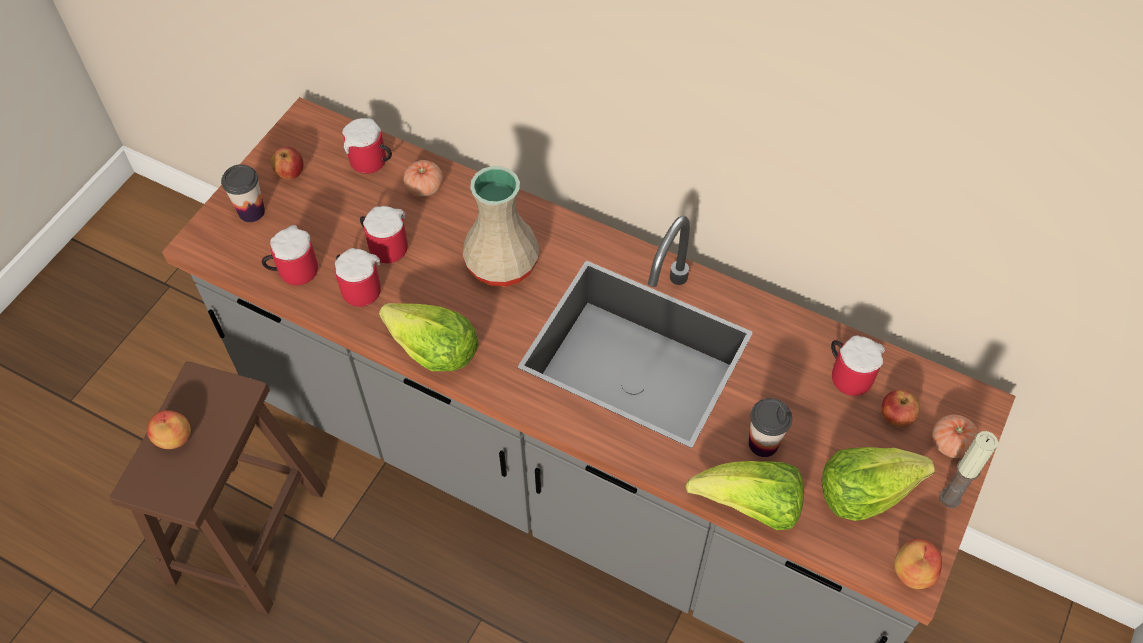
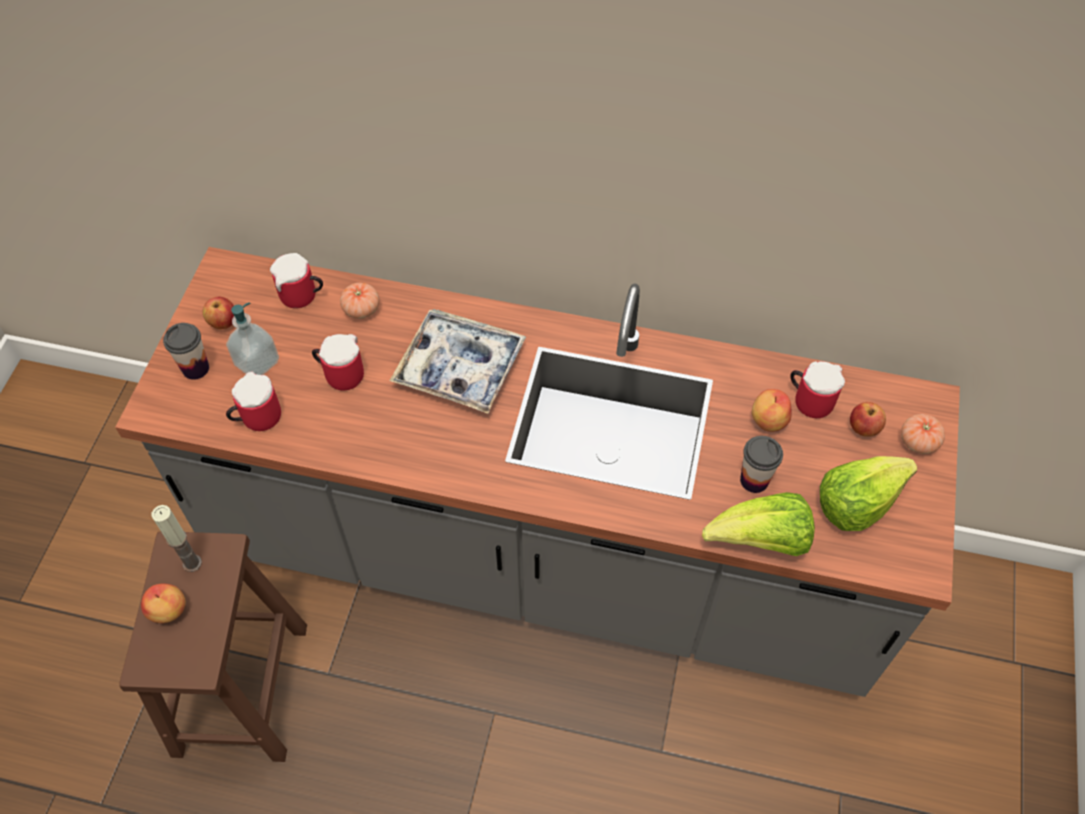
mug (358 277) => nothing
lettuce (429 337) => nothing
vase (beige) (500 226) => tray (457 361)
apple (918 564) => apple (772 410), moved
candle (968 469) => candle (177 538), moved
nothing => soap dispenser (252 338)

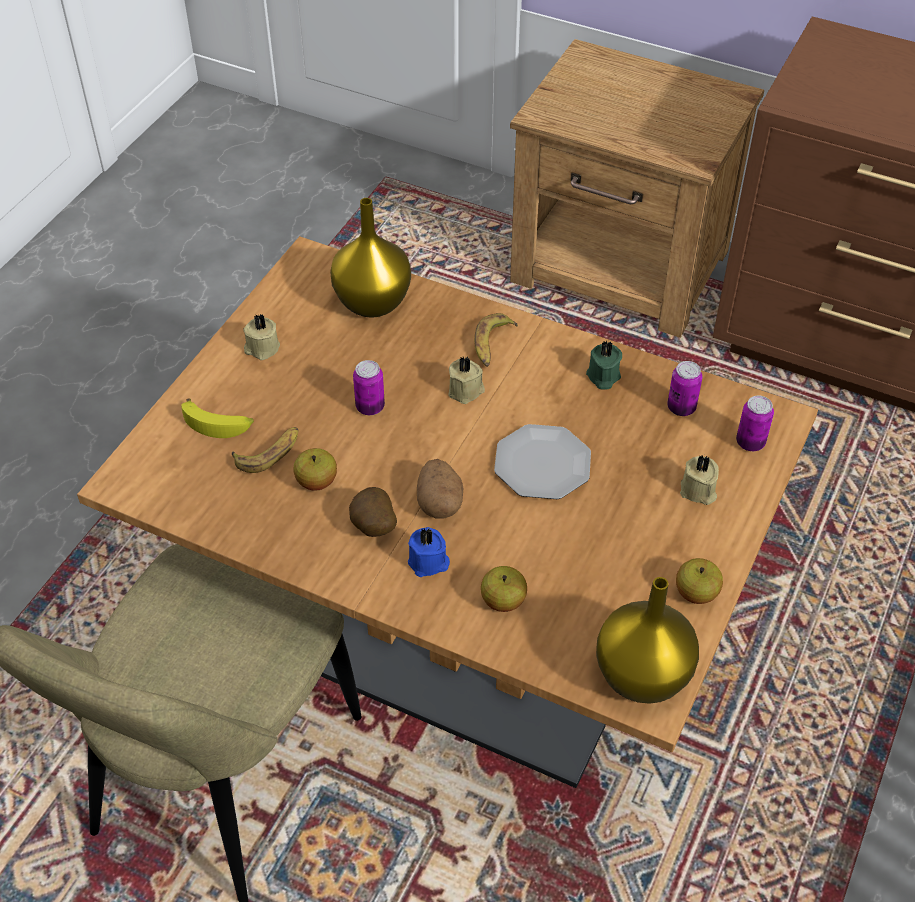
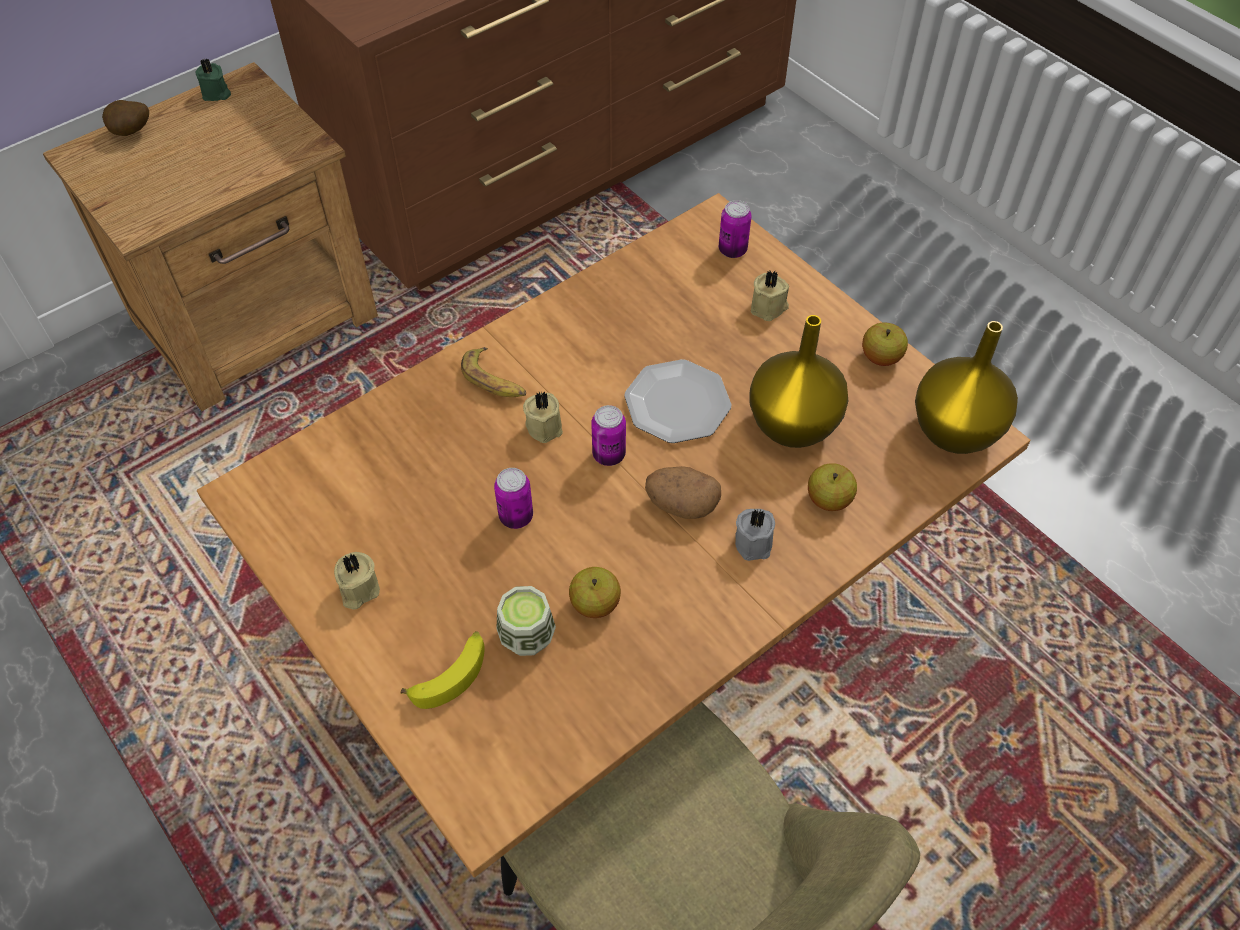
banana (265 450) => cup (526 621)
vase (yellow) (370 258) => vase (yellow) (798 381), moved
potato (373 512) => potato (125 118), moved
candle (blue) (429 552) => candle (grey) (755 535)
candle (green) (604 365) => candle (green) (213 79), moved
can (684 388) => can (608 435), moved

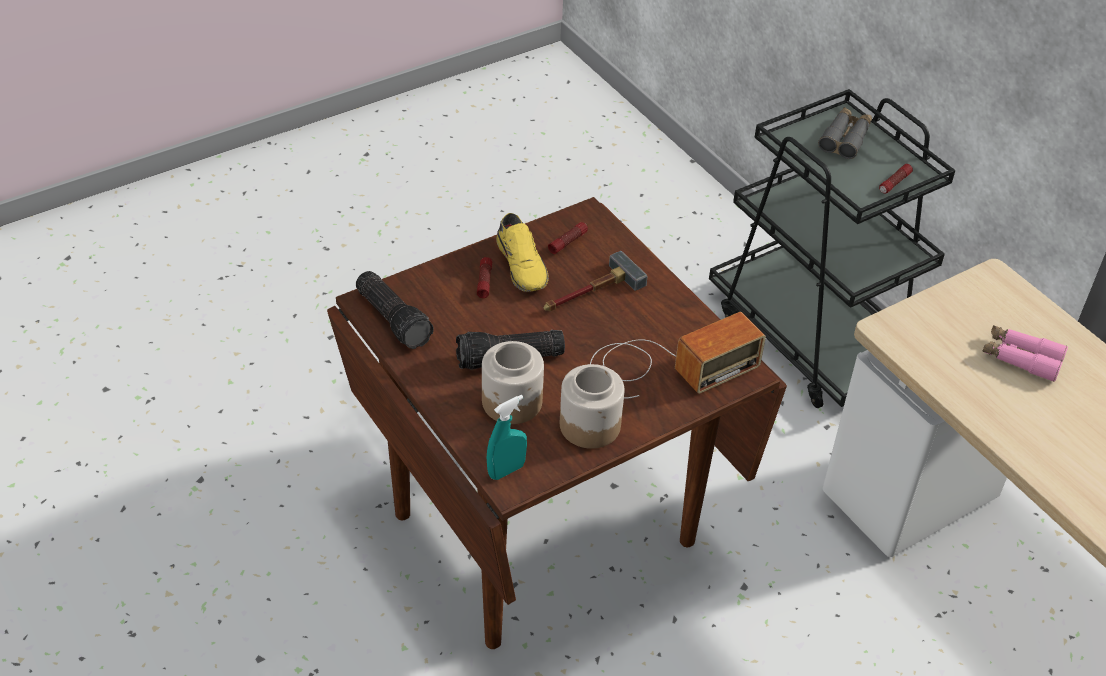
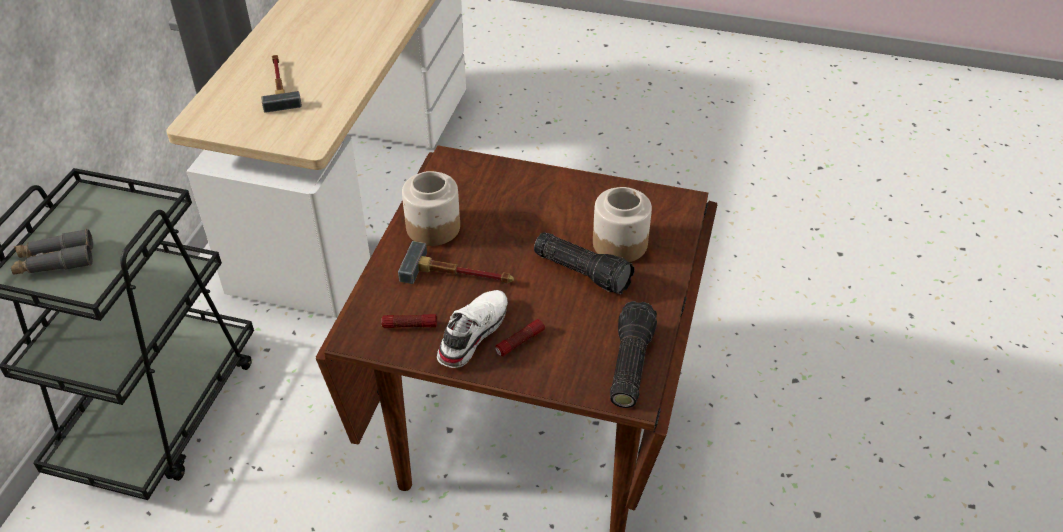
spray bottle (turquoise) (507 437) => nothing
shoe (yellow) (522 252) => shoe (white) (472 329)
jar (592 406) => jar (431 208), moved
radio (678 355) => nothing
flashlight (896 179) => nothing
binoculars (pink) (1025 353) => hammer (281 84)

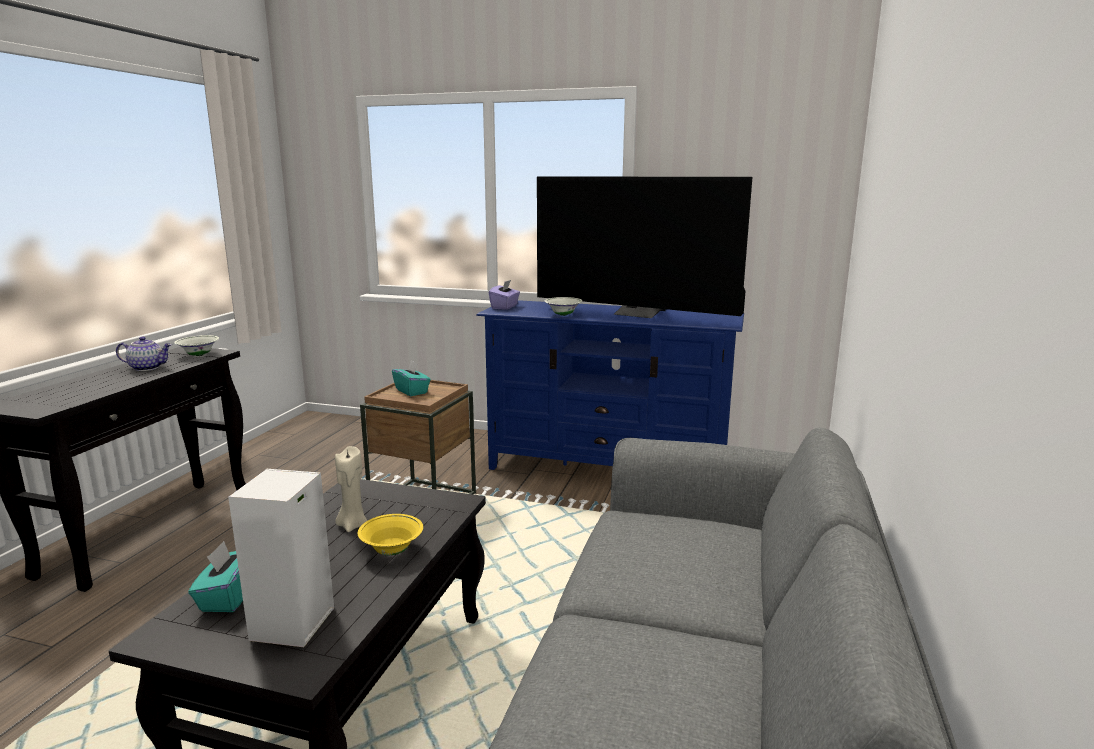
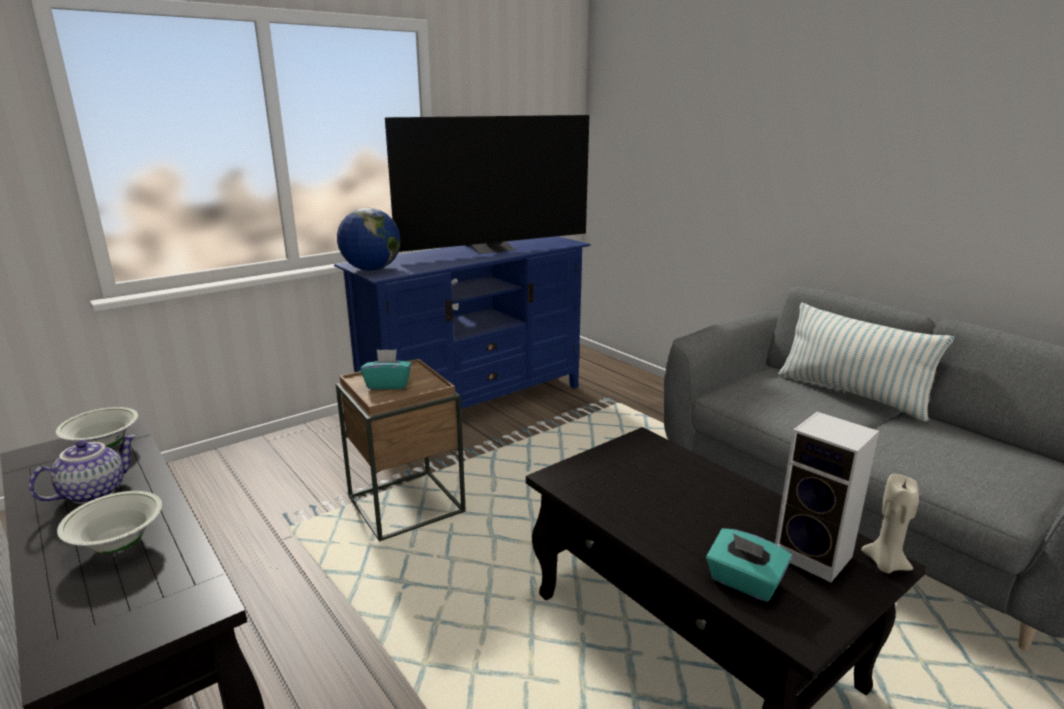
candle (beige) (351 489) => candle (beige) (890 523), moved
bowl (yellow) (390 534) => nothing
tissue box (purple) (504 295) => globe (368 239)
bowl (white) (563 306) => bowl (white) (109 522), moved
nothing => pillow (866 362)

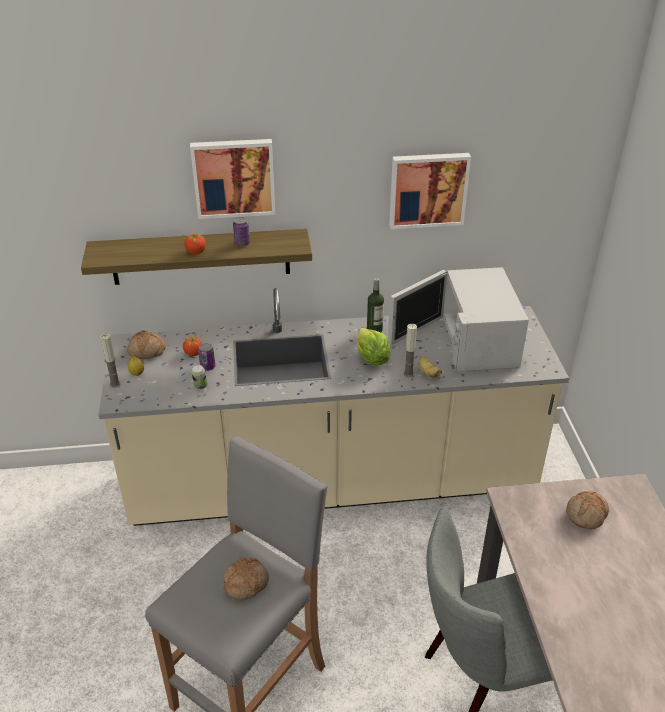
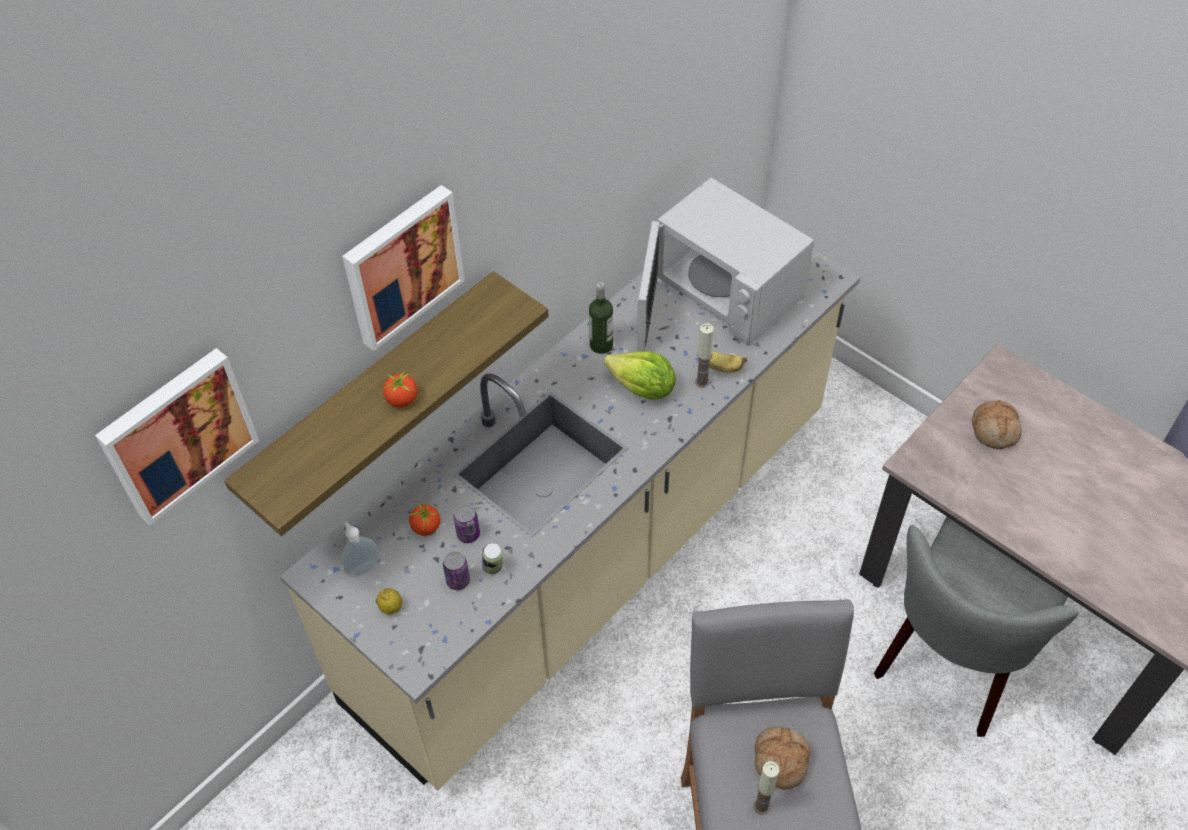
candle (110 360) => candle (766 788), moved
bread (146 344) => soap dispenser (360 549)
can (241 231) => can (456 570), moved
picture (430 191) => picture (177 436), moved

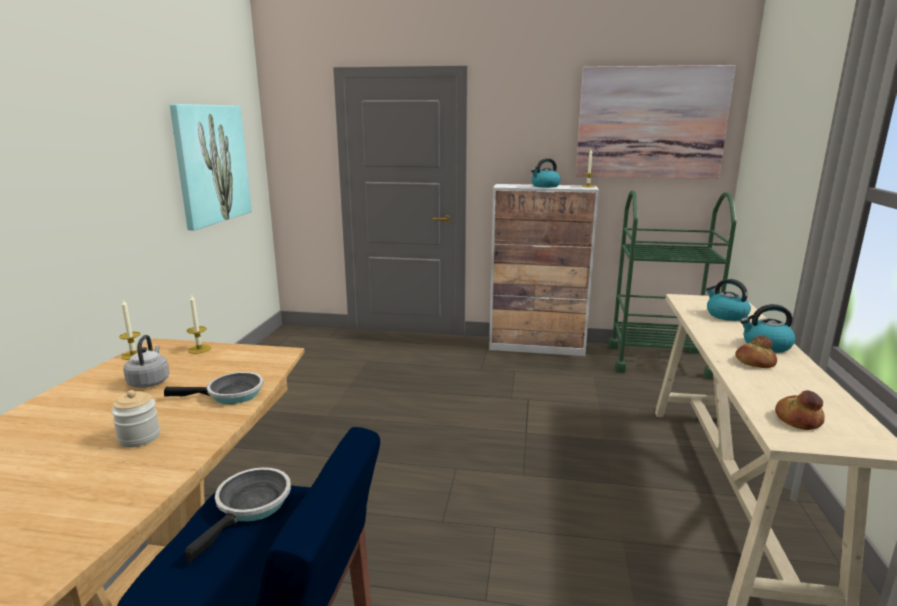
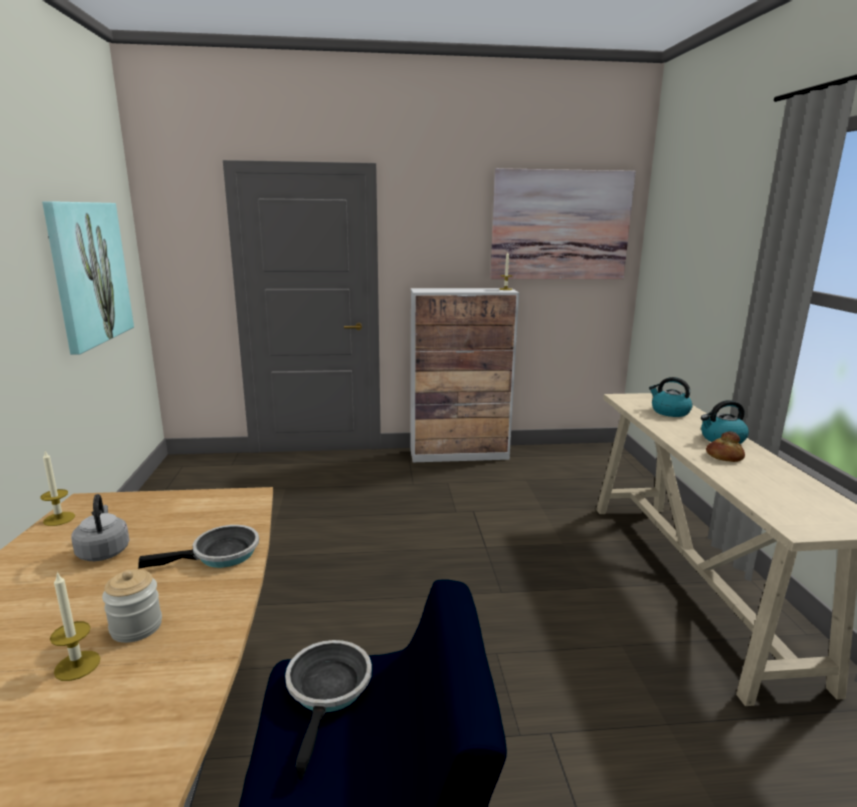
candle (199 324) => candle (75 626), moved
kettle (546 173) => nothing
cart (green) (672 284) => nothing
bread (800 410) => nothing

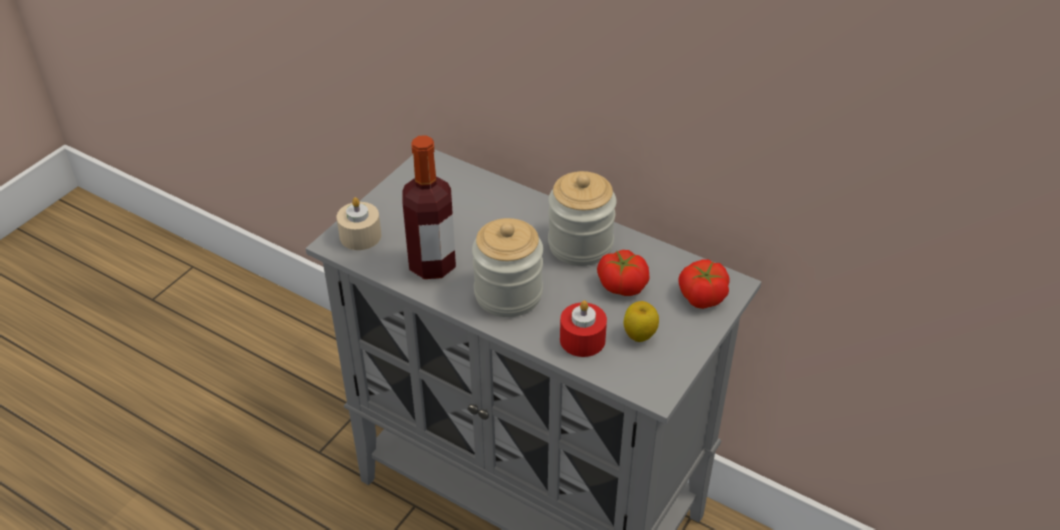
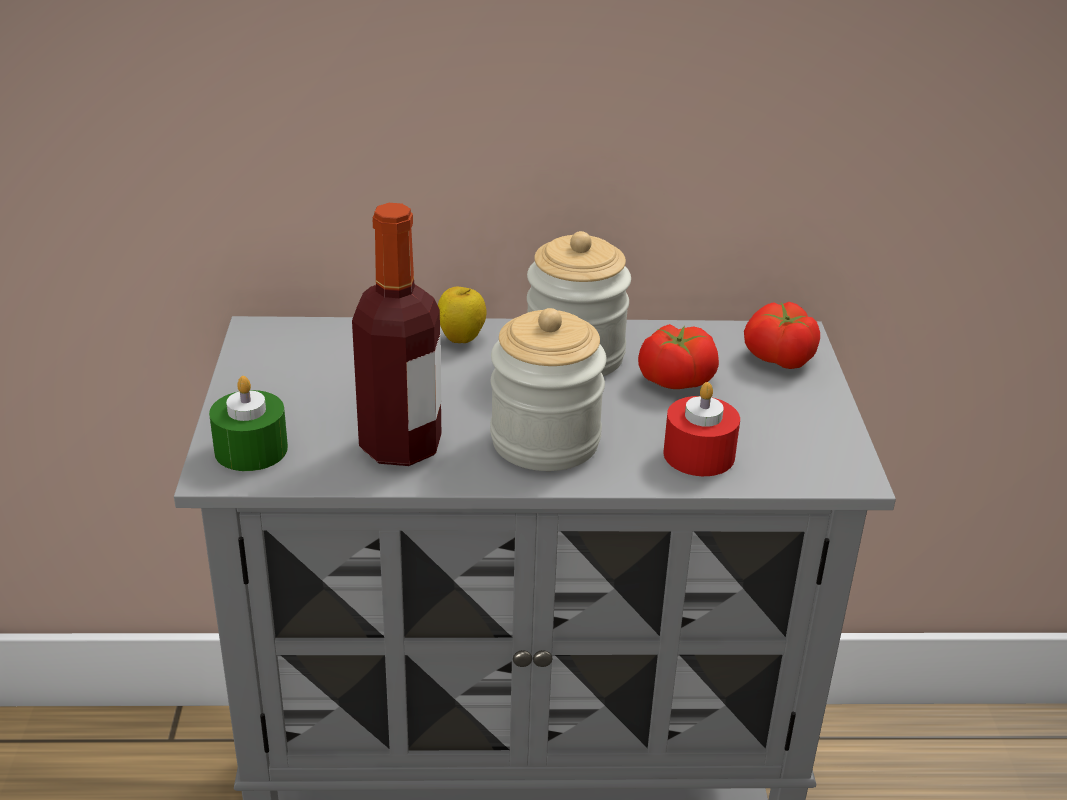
candle (beige) (359 223) => candle (green) (248 423)
apple (641 321) => apple (462 314), moved

